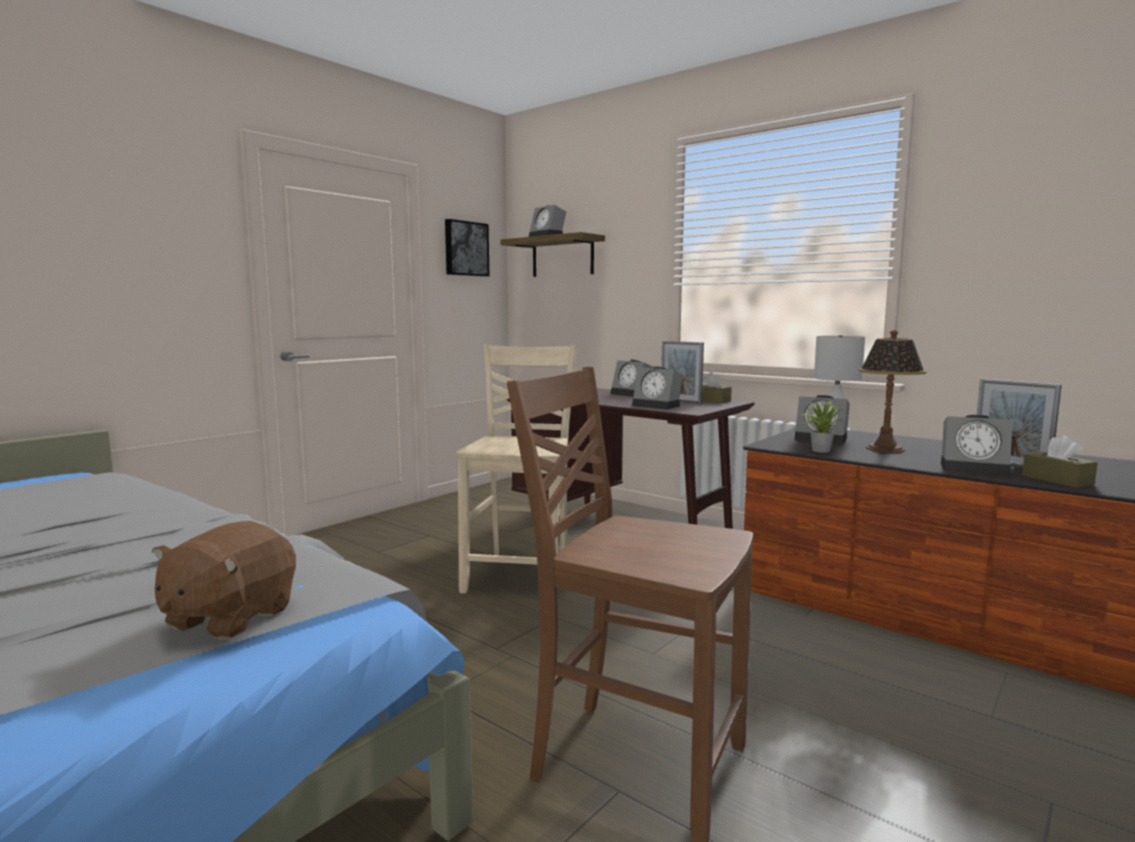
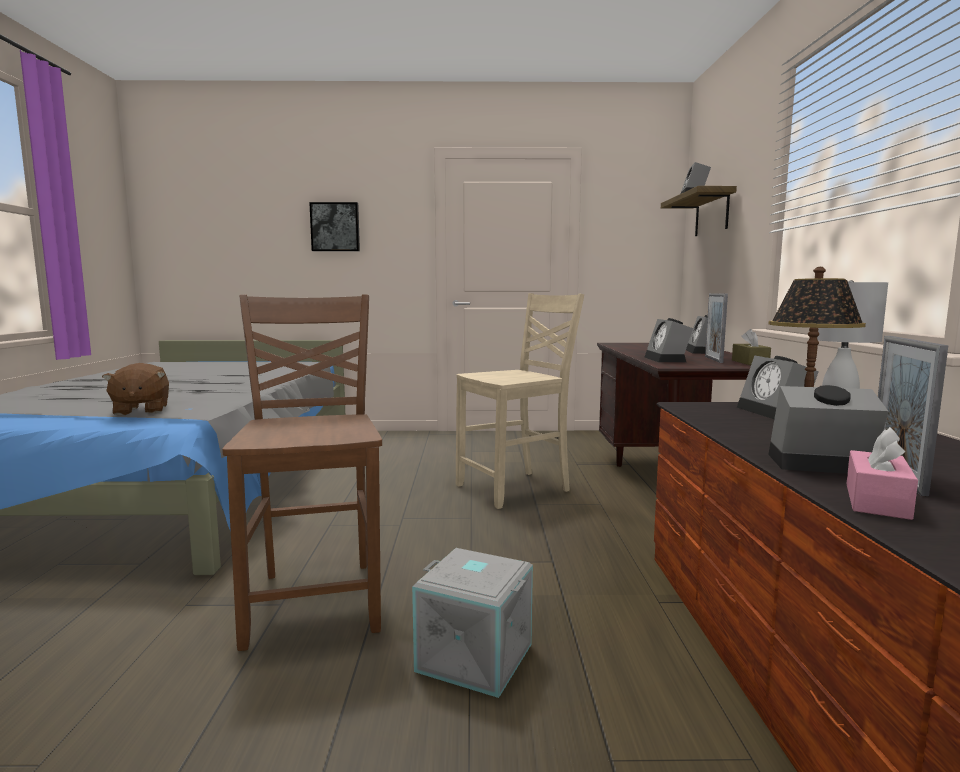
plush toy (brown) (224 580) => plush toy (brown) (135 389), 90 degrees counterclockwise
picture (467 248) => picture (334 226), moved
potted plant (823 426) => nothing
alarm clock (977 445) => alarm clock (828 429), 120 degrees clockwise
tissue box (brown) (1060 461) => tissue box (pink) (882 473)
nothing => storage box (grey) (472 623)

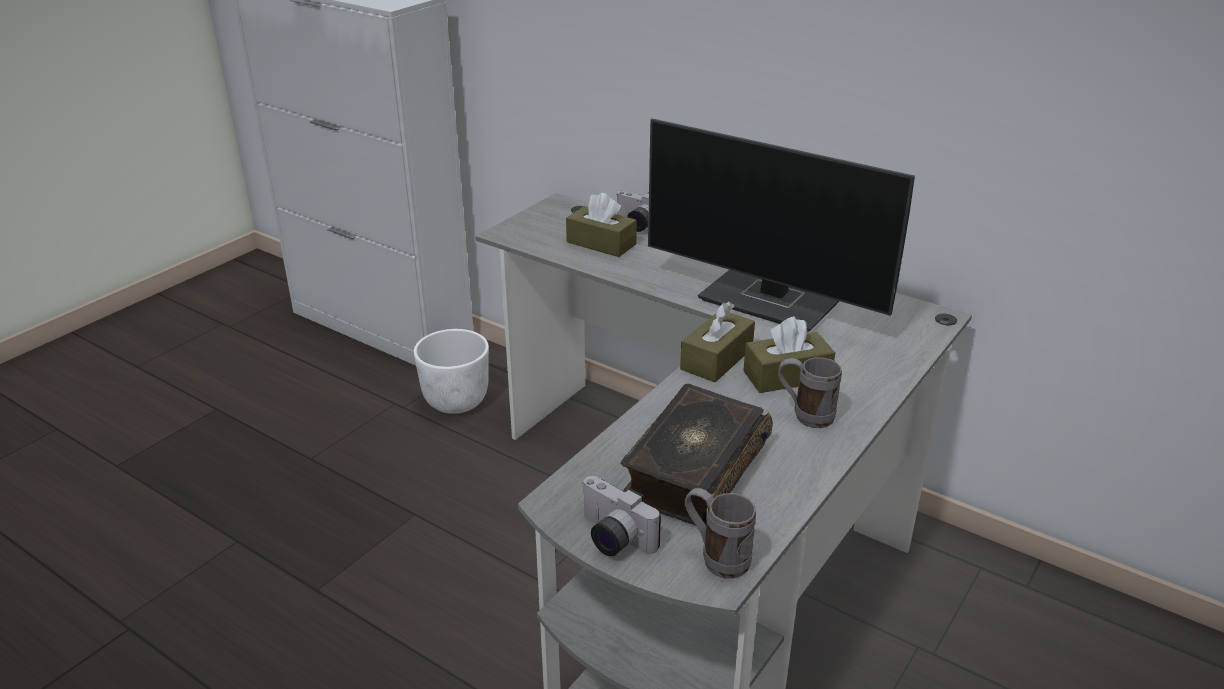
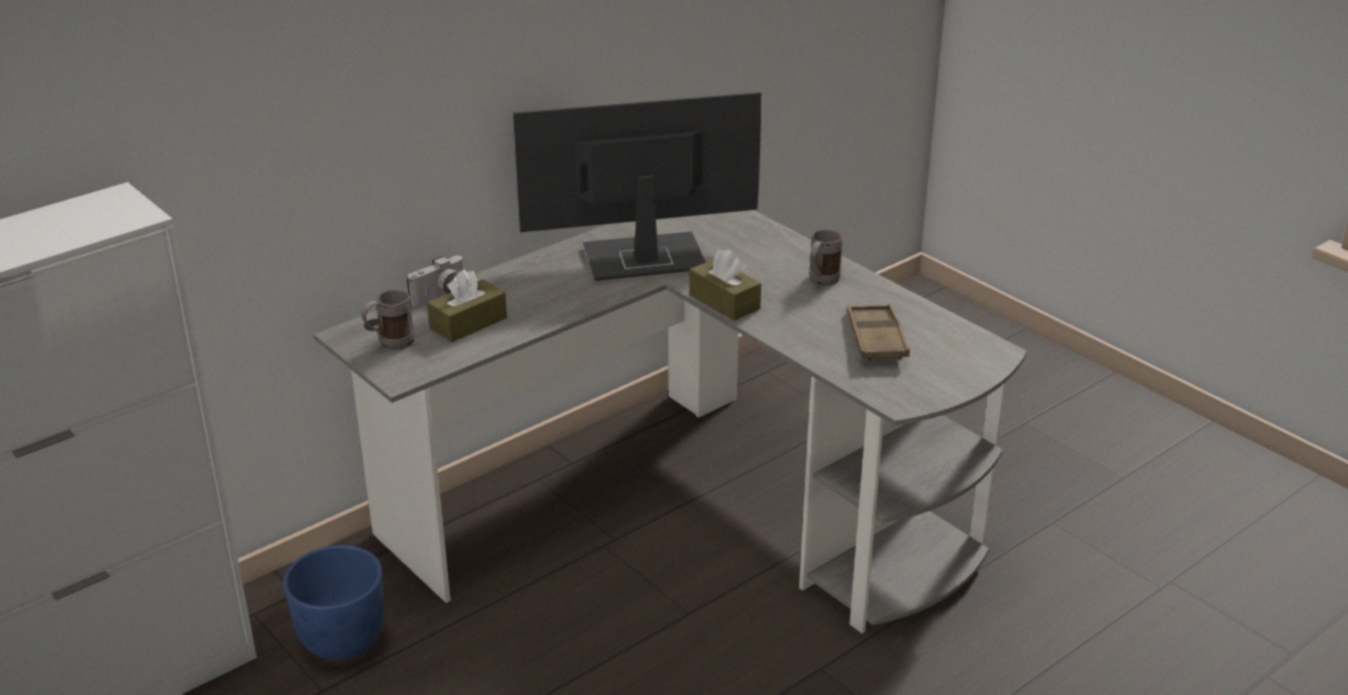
planter (white) (451 371) => planter (blue) (333 602)
photo camera (621 516) => nothing
book (697 455) => tray (brown) (878 332)
monitor (781 225) => monitor (637 186), 150 degrees counterclockwise
mug (grey) (720 533) => mug (grey) (387 320), moved
tissue box (brown) (789 354) => nothing

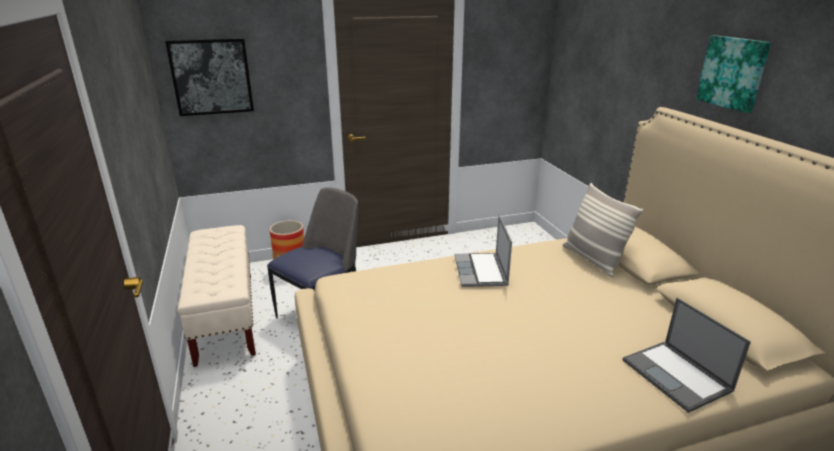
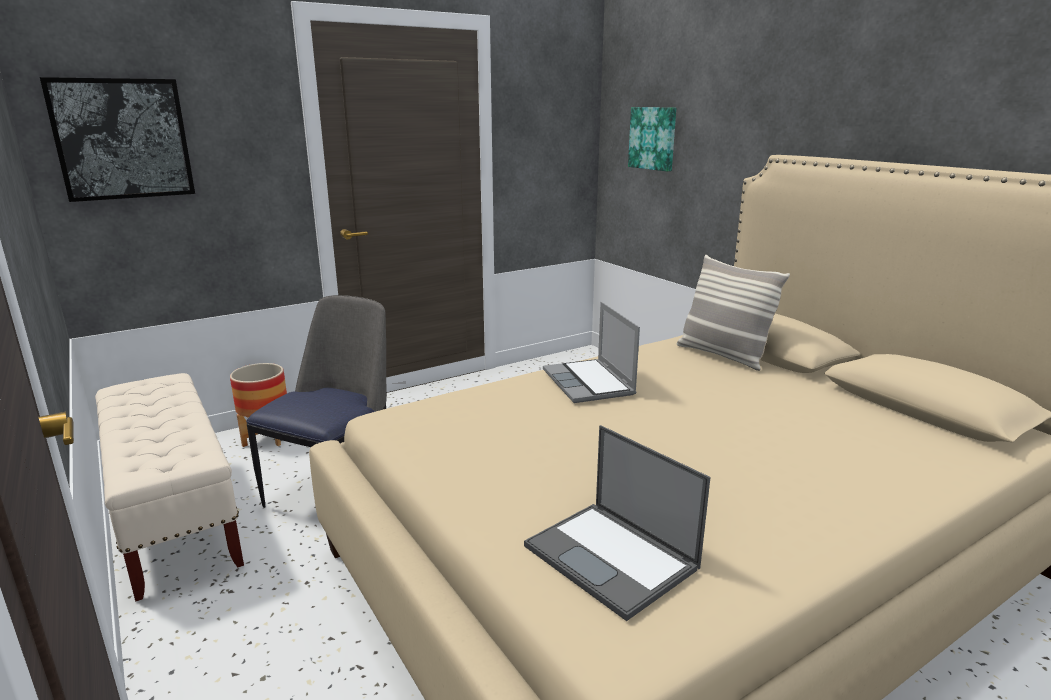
laptop (686 355) => laptop (617 523), moved
picture (733 74) => picture (652 139), moved

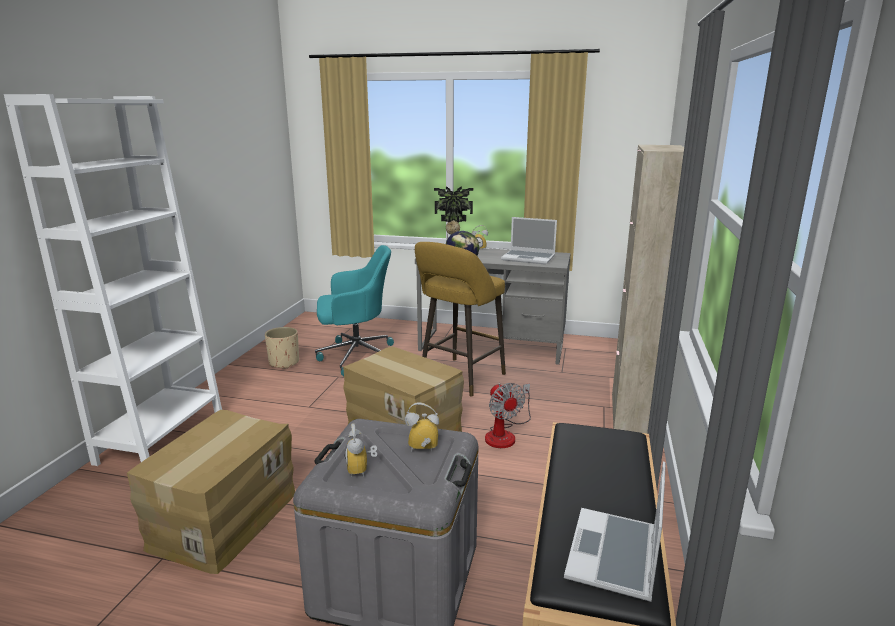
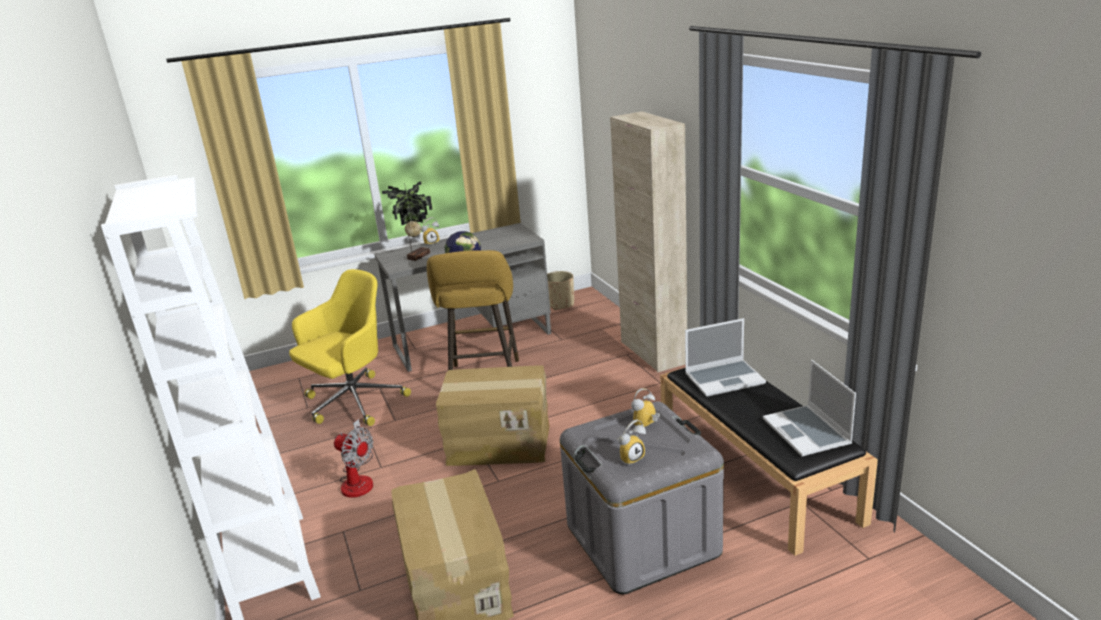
planter (beige) (282 348) => planter (beige) (560 290), moved
office chair (turquoise) (354 310) => office chair (yellow) (350 347)
alarm clock (361 450) => alarm clock (631 443), 75 degrees counterclockwise
fan (508 415) => fan (353 458), moved
laptop (529 241) => laptop (725 357), moved

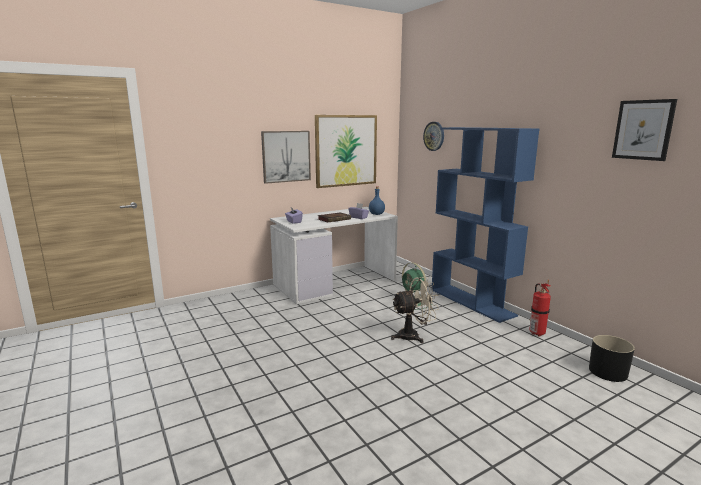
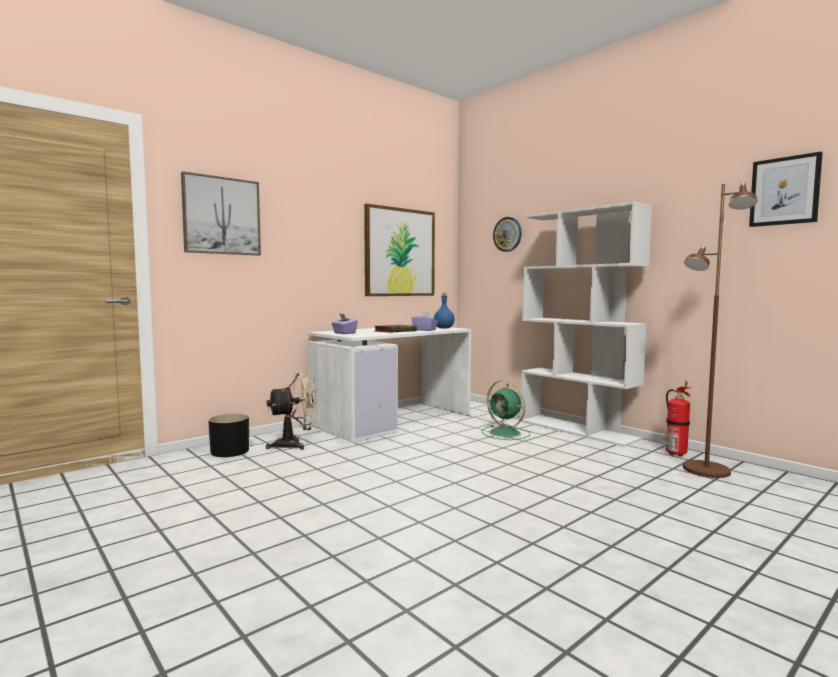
picture (286 157) => picture (221 213), moved
fan (beige) (415 310) => fan (beige) (292 411), moved
bookcase (blue) (485 225) => bookcase (white) (586 324)
planter (black) (612 358) => planter (black) (228 435), moved
nothing => floor lamp (brown) (720 330)

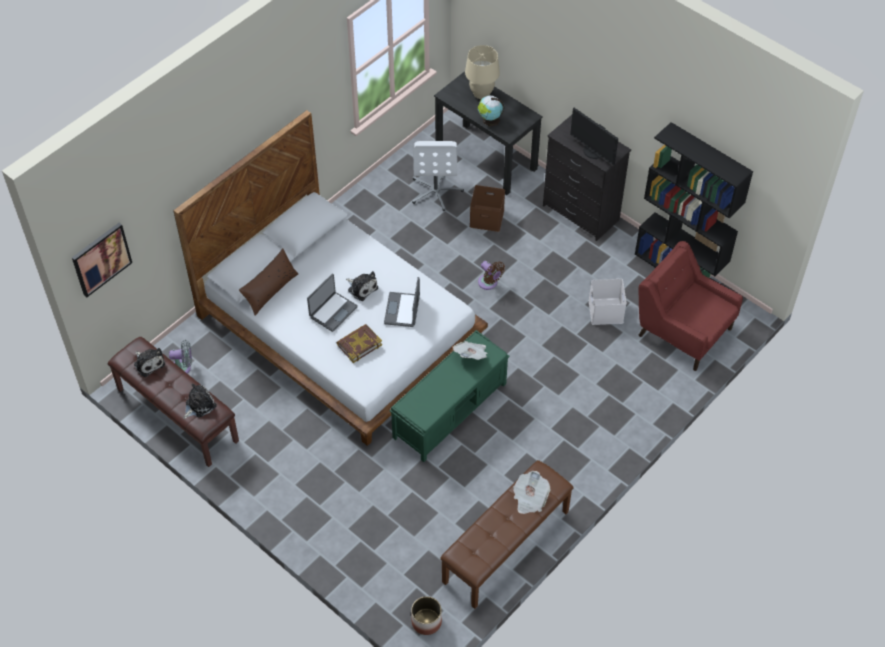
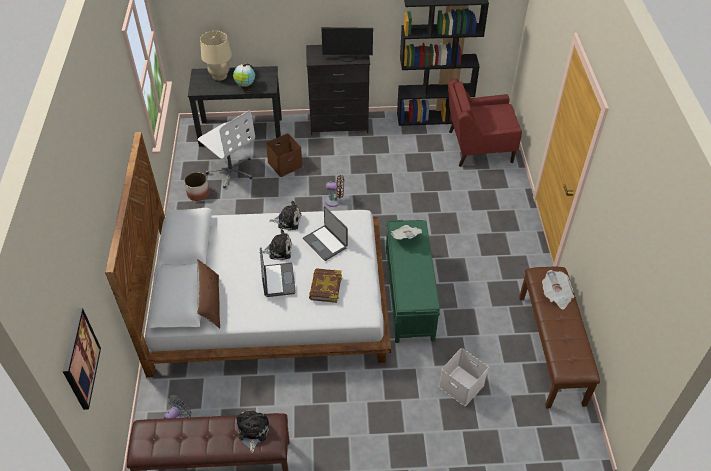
plush toy (149 362) => plush toy (285 215), moved
planter (426 615) => planter (197 186), moved
storage box (white) (607 302) => storage box (white) (464 377), moved

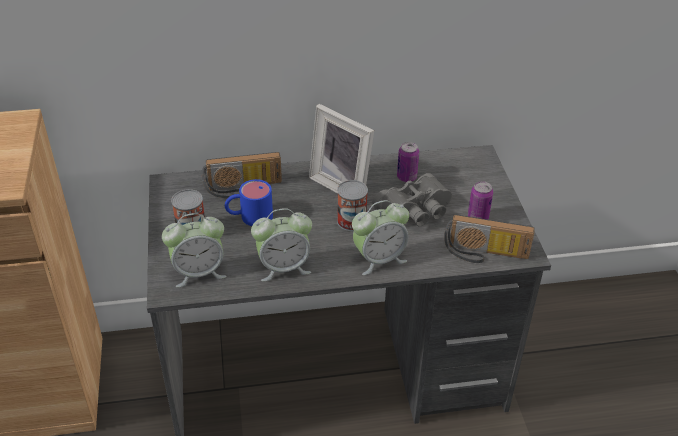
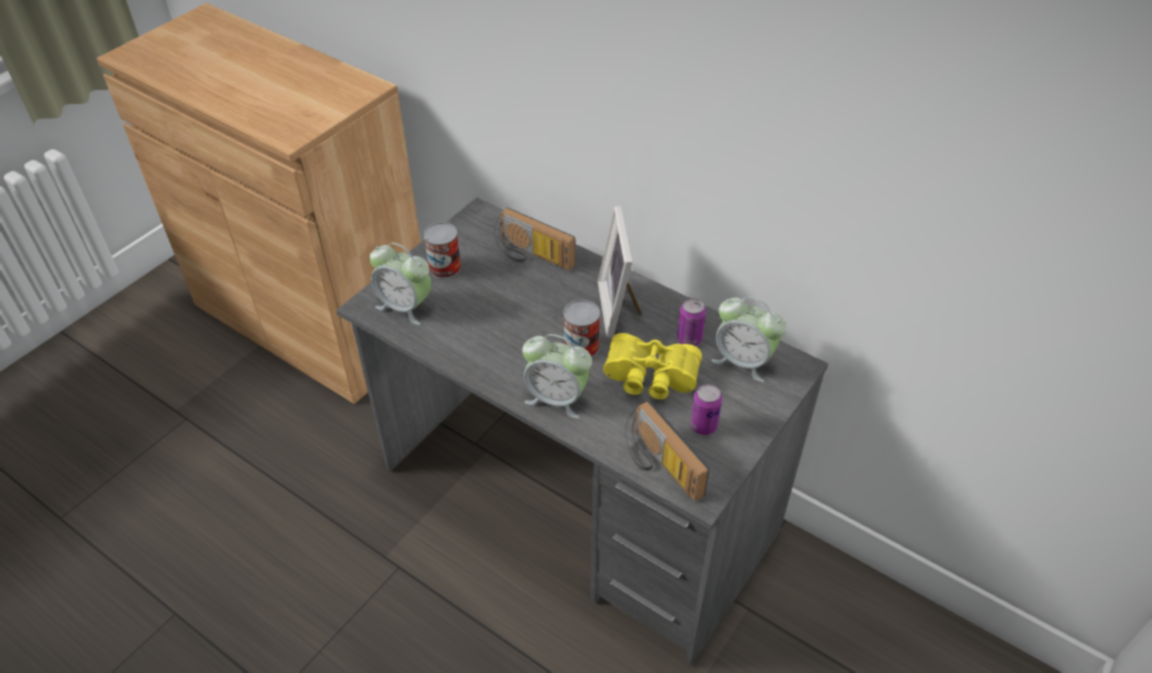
mug (blue) (249 202) => nothing
alarm clock (281 244) => alarm clock (748 339), moved
binoculars (grey) (412 200) => binoculars (yellow) (652 366)

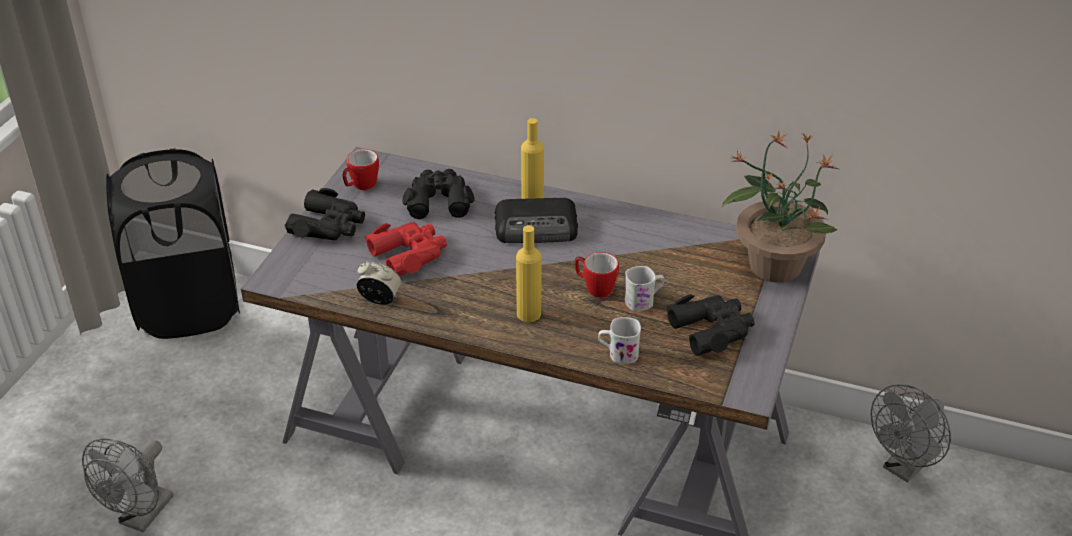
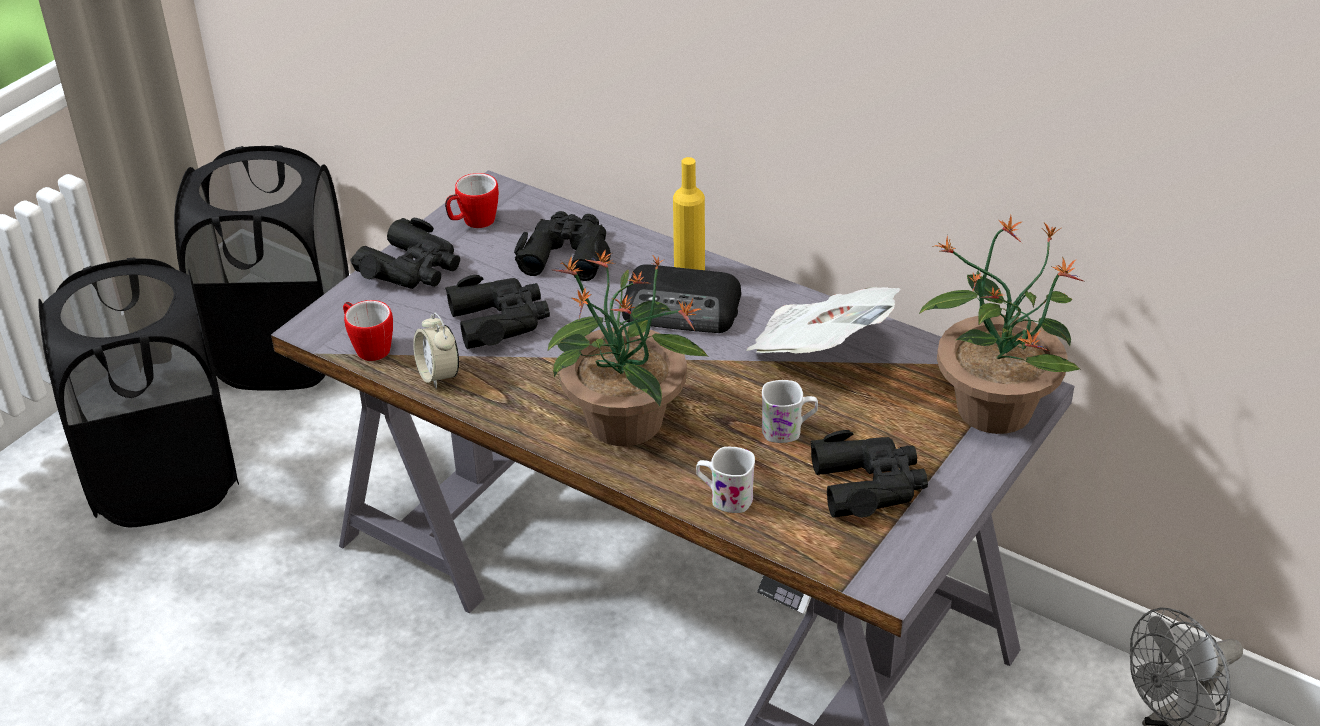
fan (grey) (128 485) => nothing
alarm clock (379 283) => alarm clock (436 351), 150 degrees counterclockwise
binoculars (red) (406 249) => binoculars (black) (497 312)
bottle (yellow) (528 273) => potted plant (628 347)
mug (597 275) => mug (368 330), moved
nothing => laundry basket (black) (138 392)
nothing => newspaper (824 320)

